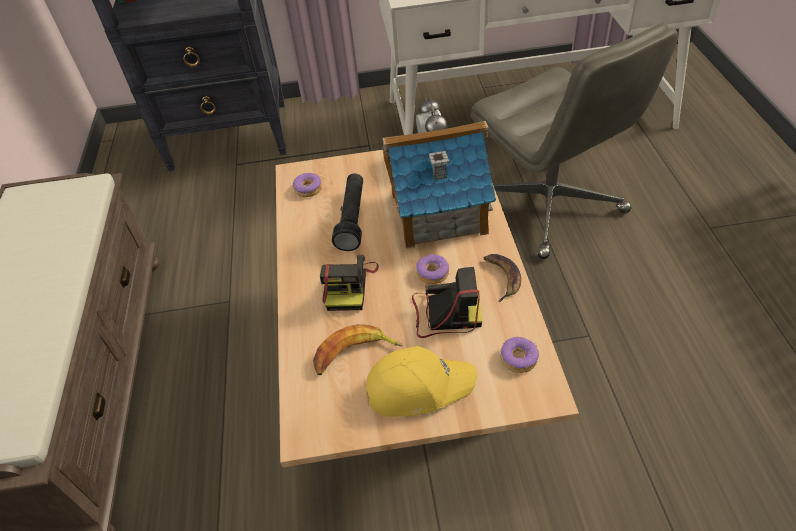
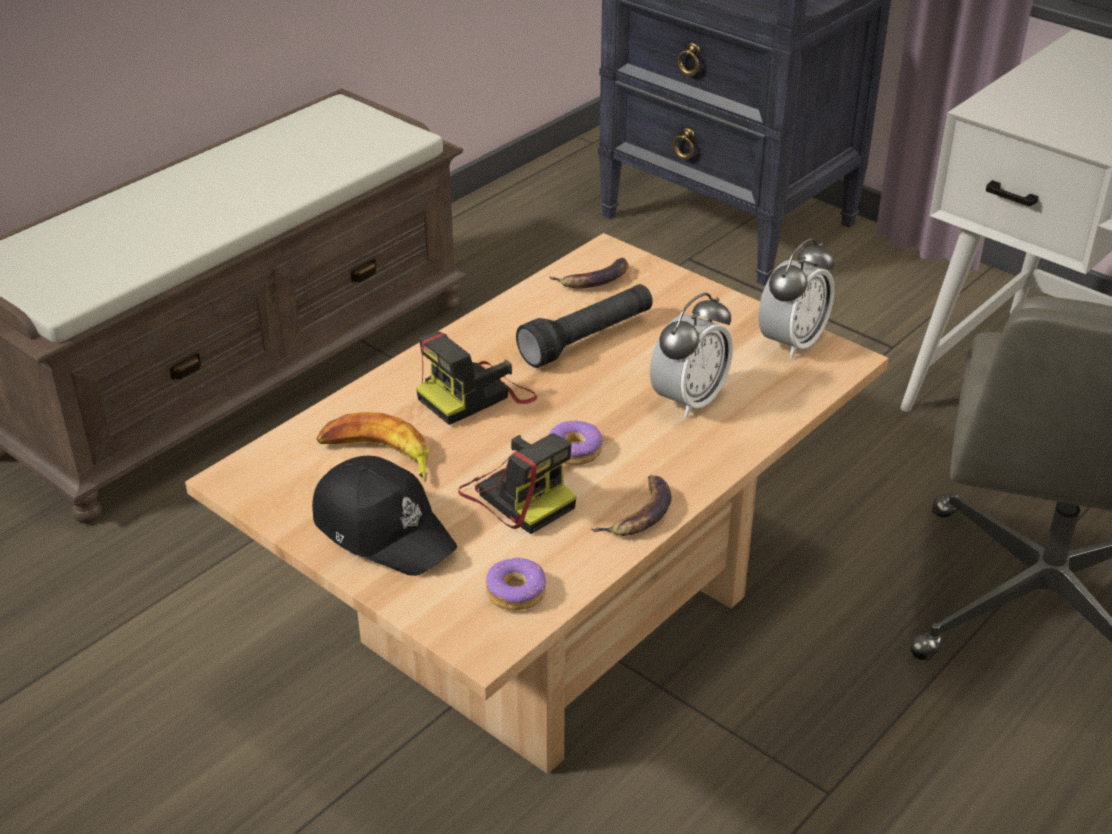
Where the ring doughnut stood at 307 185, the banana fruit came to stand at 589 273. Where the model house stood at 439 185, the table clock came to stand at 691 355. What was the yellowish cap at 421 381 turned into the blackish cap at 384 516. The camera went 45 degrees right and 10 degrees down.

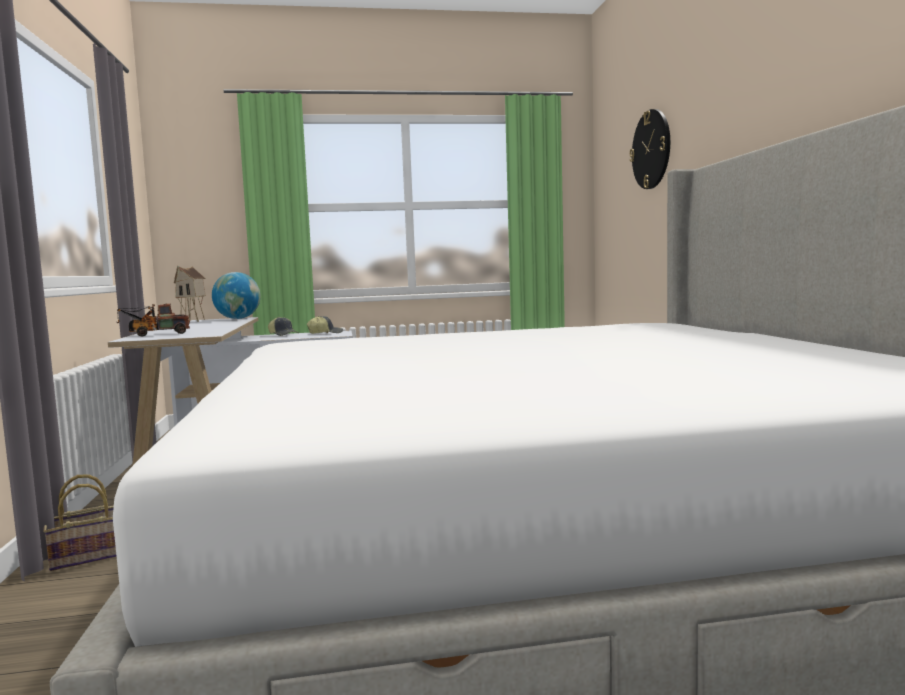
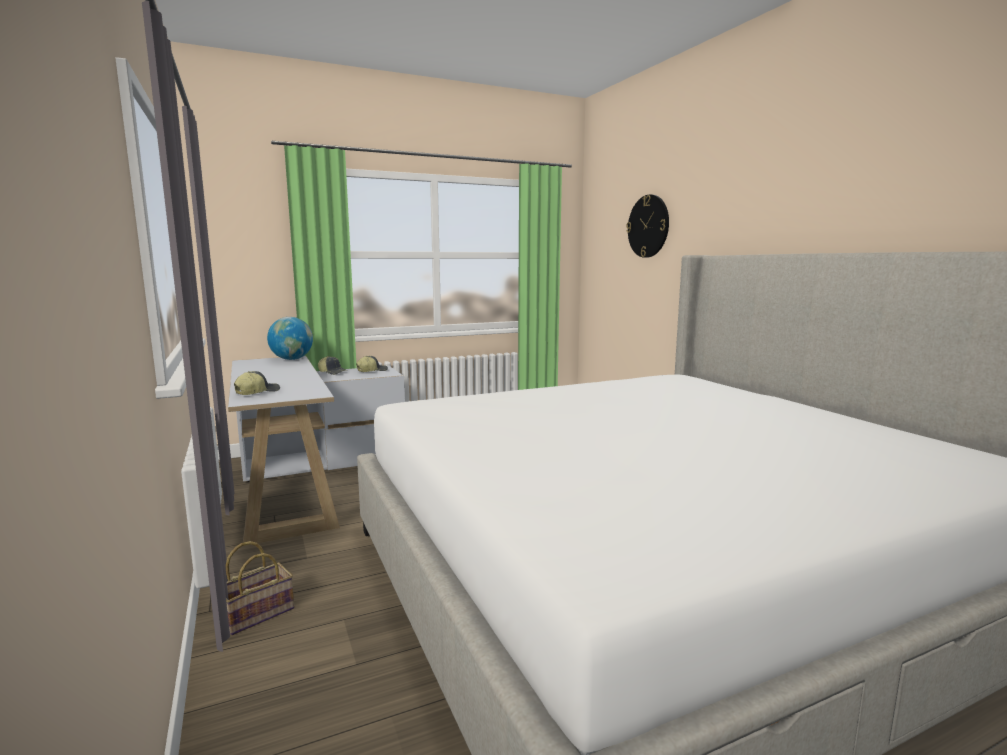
The second view lost the model house at 190 294. Where the model truck stood at 153 320, the cap came to stand at 257 383. The camera went 15 degrees left and 5 degrees up.

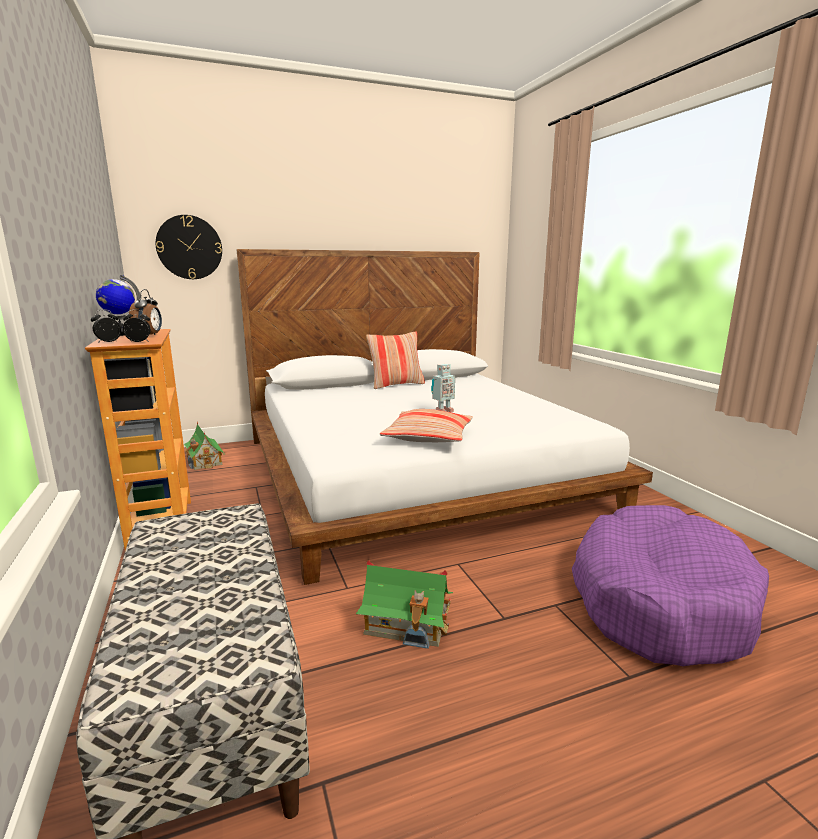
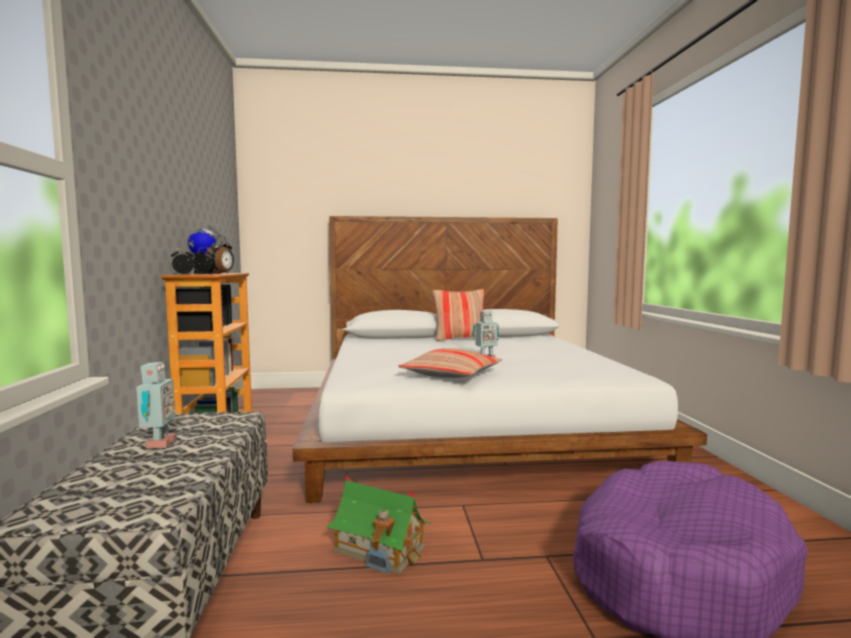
The second view lost the wall clock at 189 247. The second view lost the model house at 204 446. The second view gained the model robot at 156 405. The camera went 15 degrees right and 10 degrees down.

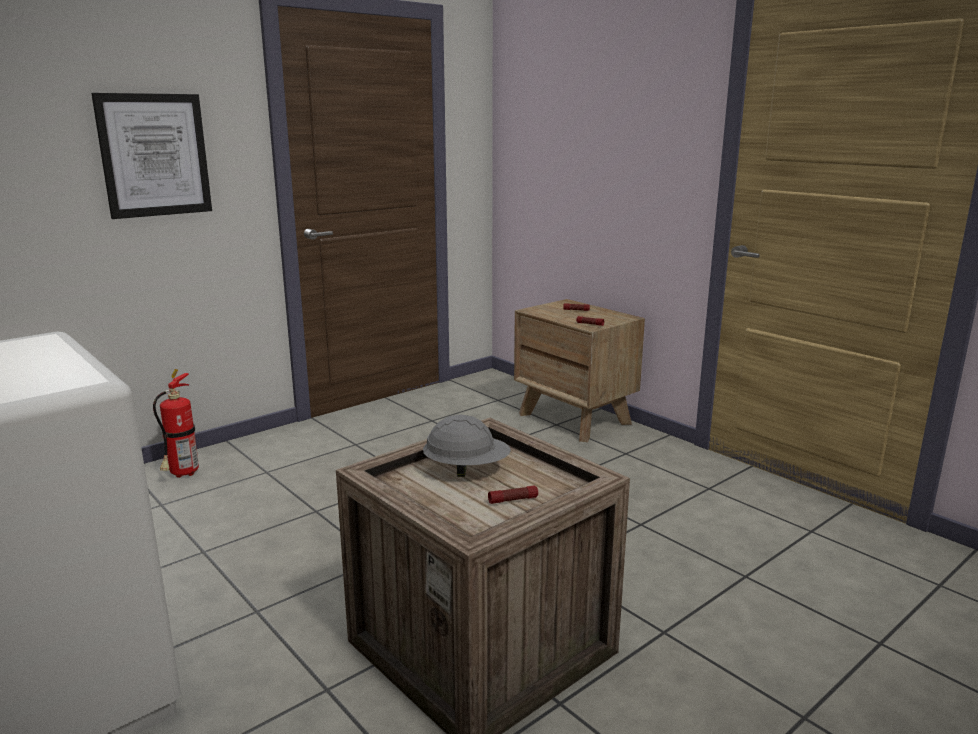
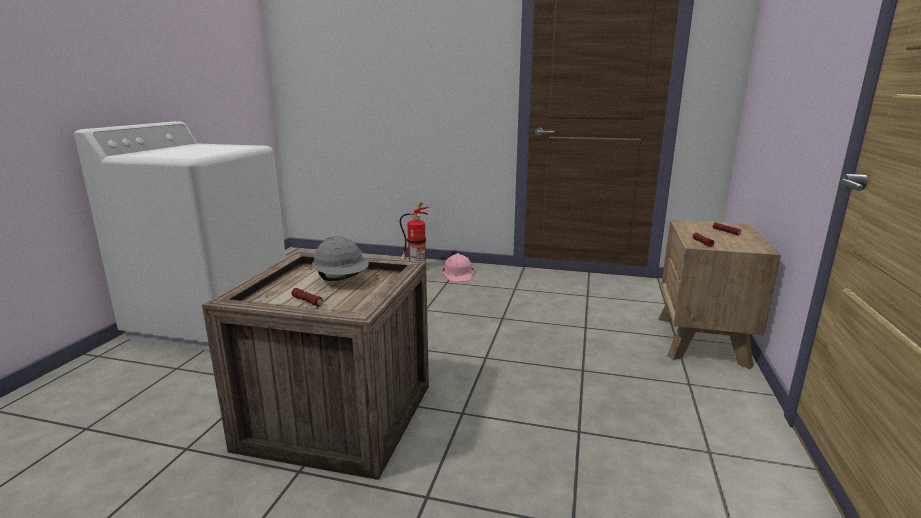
The second view lost the picture at 151 156. The second view gained the pinkish safety helmet at 458 267. The camera went 55 degrees right and 0 degrees up.

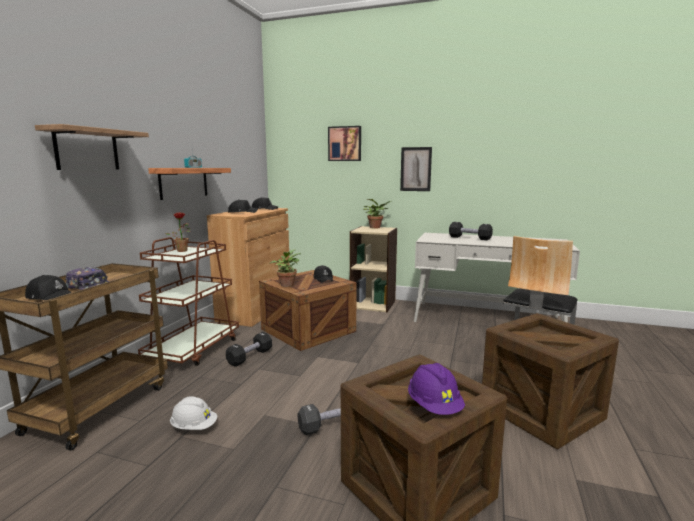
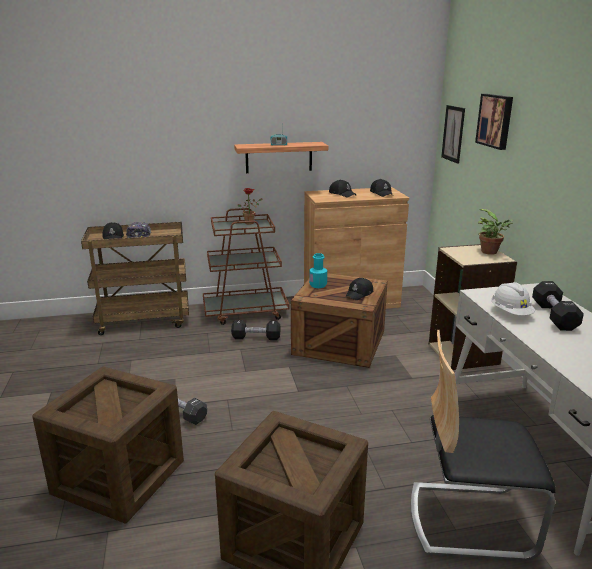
The second view lost the shelf at 92 147. The second view lost the purple-coloured safety helmet at 436 389. The whitish safety helmet ended up elsewhere, having gone from 193 413 to 513 299. The picture ended up elsewhere, having gone from 416 169 to 453 134. Where the houseplant stood at 285 268, the blue-green drink bottle came to stand at 318 270. The camera went 60 degrees right and 10 degrees up.

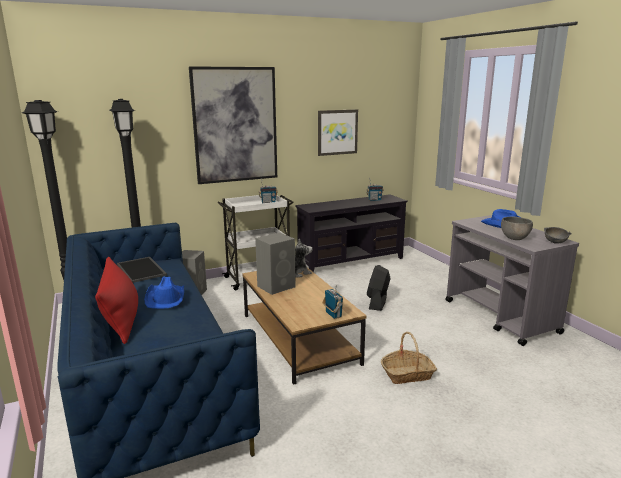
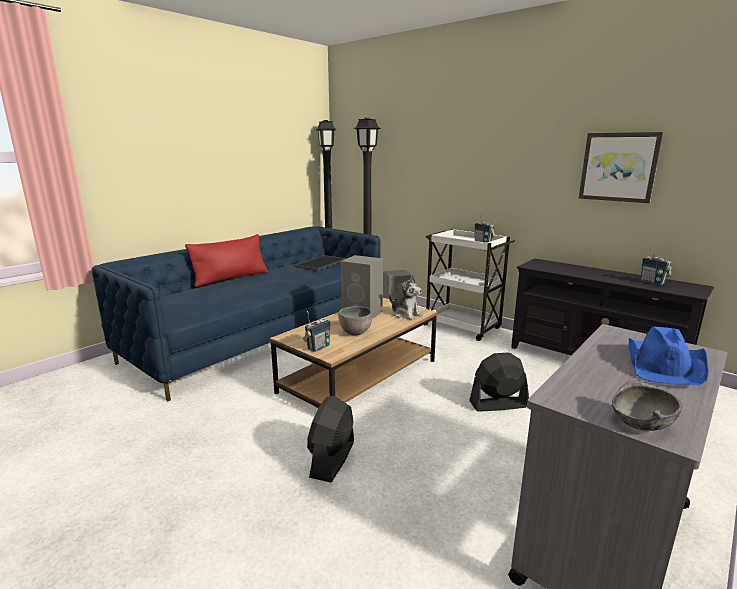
The second view lost the blue-coloured hat at 164 293. The second view lost the picture at 233 125. The grey deep dish ended up elsewhere, having gone from 517 228 to 355 321. Where the basket stood at 409 358, the blackish cooling fan came to stand at 330 439. The camera went 65 degrees right and 0 degrees up.

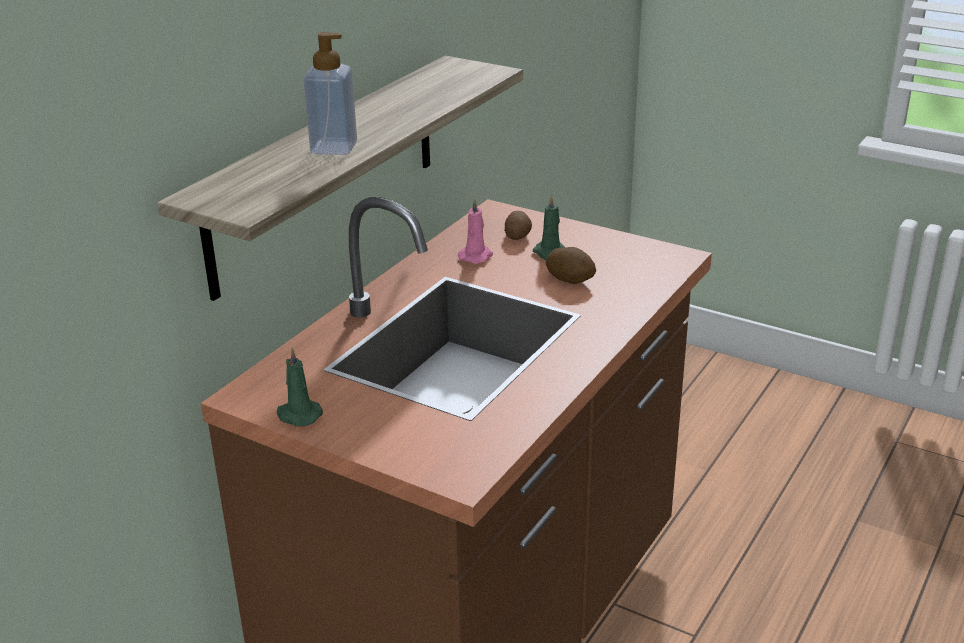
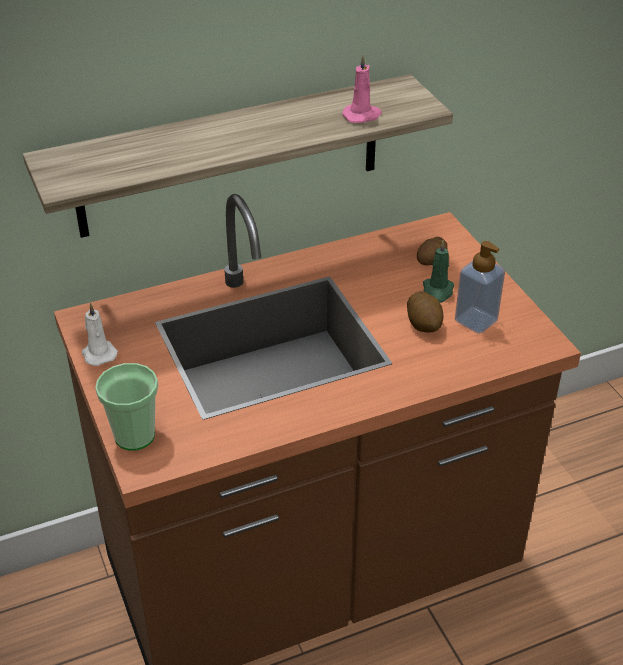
The second view gained the small cup at 126 407. The liquid soap bottle ended up elsewhere, having gone from 330 93 to 480 287. The pinkish wax candle ended up elsewhere, having gone from 475 231 to 362 88. What was the green-coloured wax candle at 300 387 turned into the whitish wax candle at 100 334. The camera went 35 degrees right and 10 degrees up.

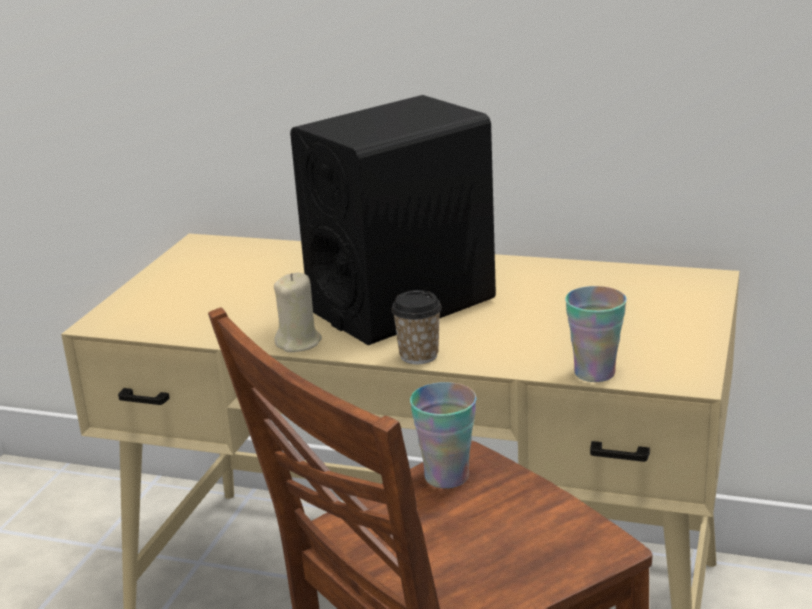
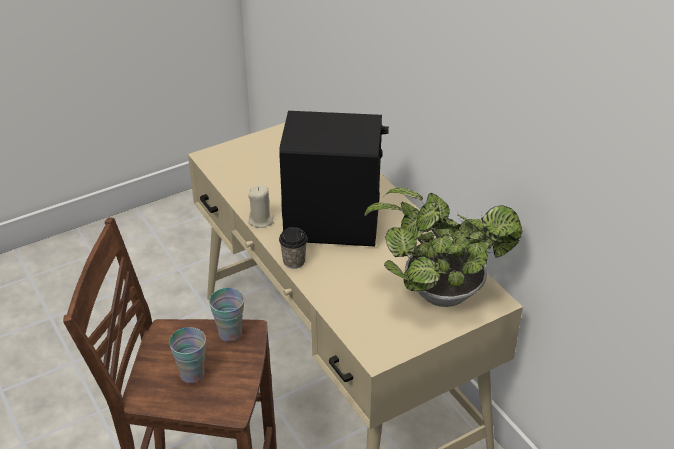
The second view gained the houseplant at 443 247. The small cup ended up elsewhere, having gone from 596 334 to 187 355. The camera went 40 degrees right and 15 degrees up.

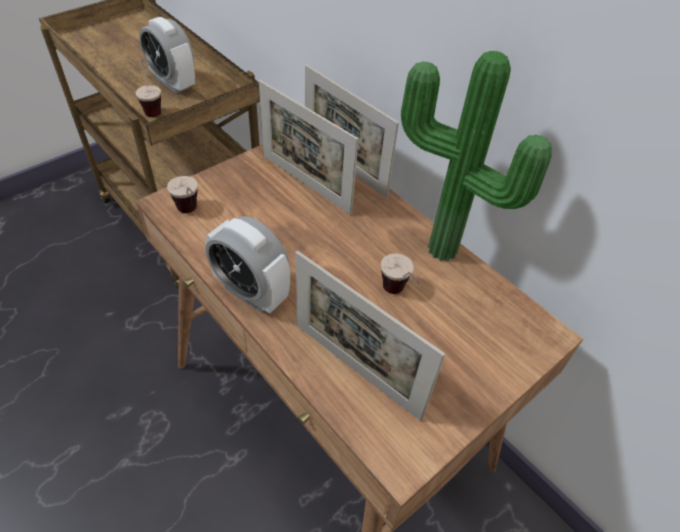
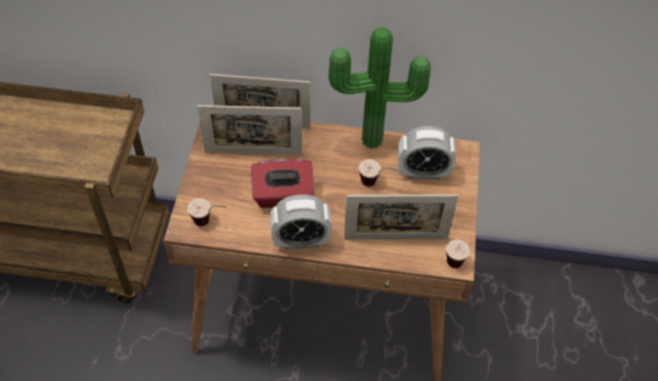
The second view gained the red-coloured box of tissues at 282 183. The small cup ended up elsewhere, having gone from 148 88 to 451 247. The table clock ended up elsewhere, having gone from 167 55 to 427 153. The camera went 40 degrees left and 5 degrees up.

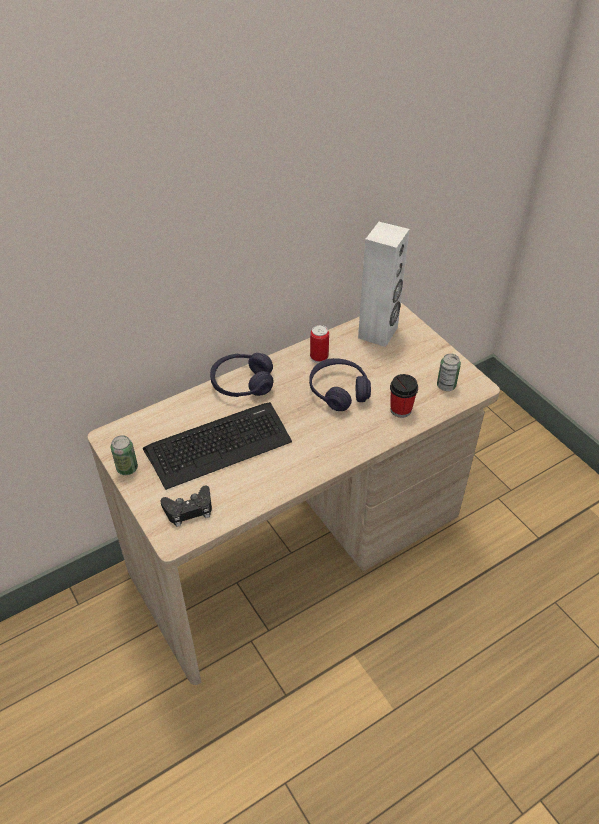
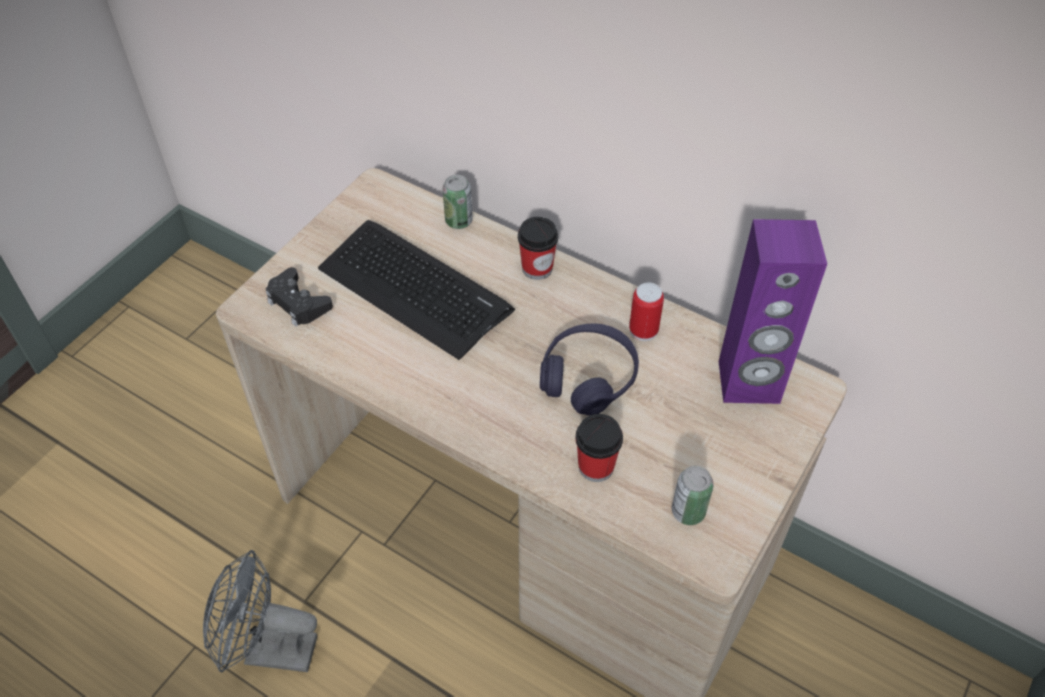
The second view gained the grey cooling fan at 260 611. The metal can ended up elsewhere, having gone from 124 455 to 458 202. Where the purple-coloured headphones stood at 242 375, the small cup came to stand at 538 248. What was the whitish loudspeaker at 384 284 turned into the purple-coloured loudspeaker at 773 311. The camera went 65 degrees right and 5 degrees up.

